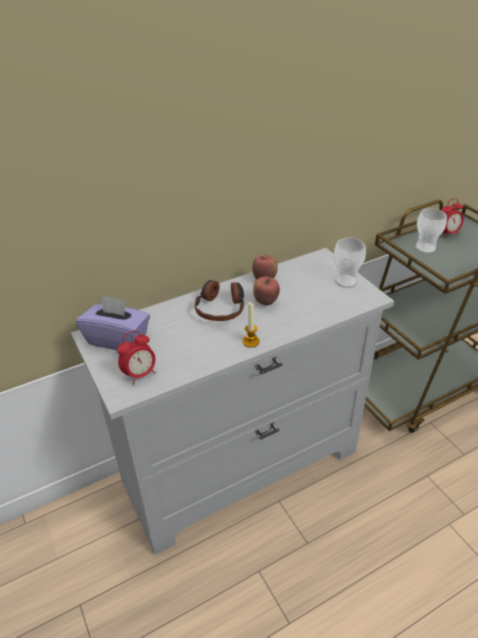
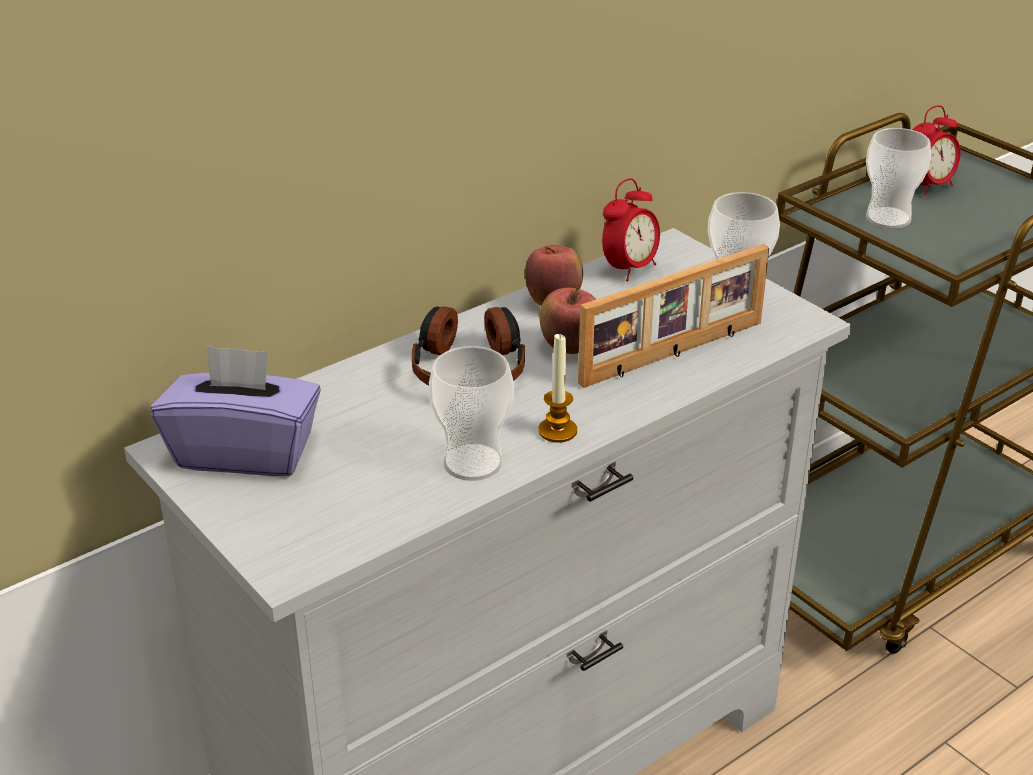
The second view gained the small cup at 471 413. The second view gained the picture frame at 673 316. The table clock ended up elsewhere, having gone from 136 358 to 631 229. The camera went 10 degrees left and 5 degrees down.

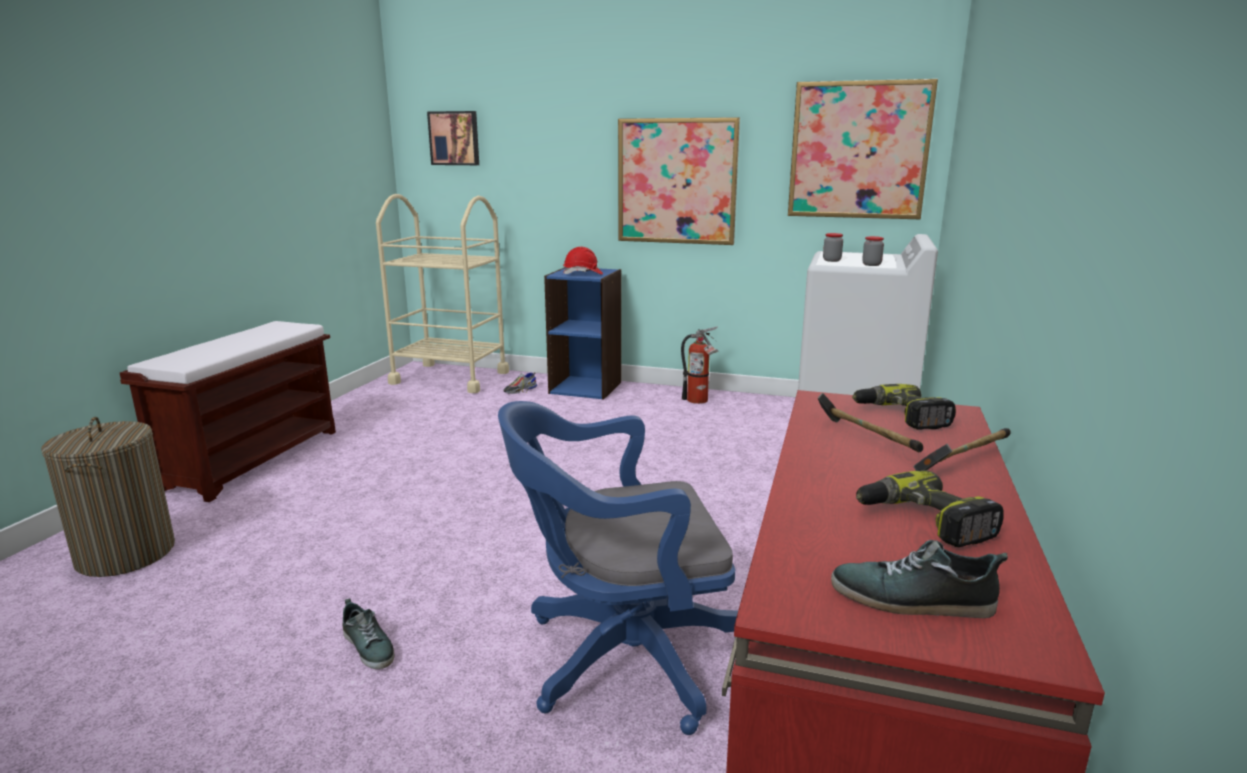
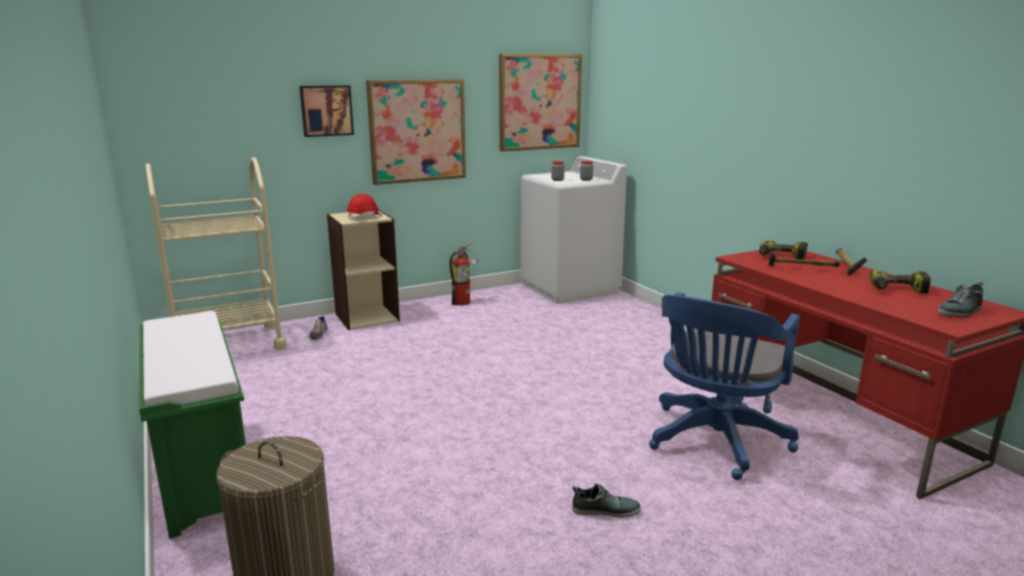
The picture ended up elsewhere, having gone from 453 138 to 326 111. What was the brown long seat at 228 411 turned into the green-coloured long seat at 192 425. What was the blue-coloured bookcase at 582 333 turned into the beige-coloured bookcase at 363 269. The camera went 45 degrees left and 0 degrees up.

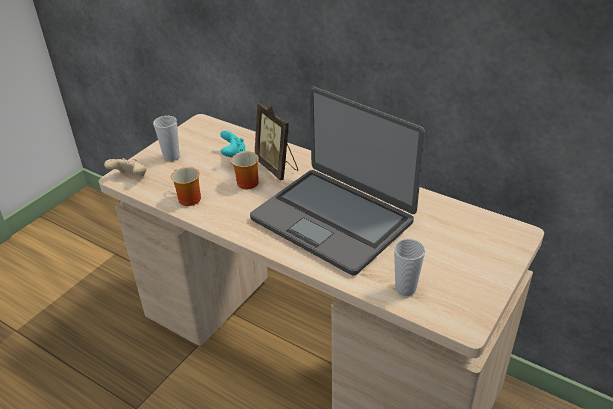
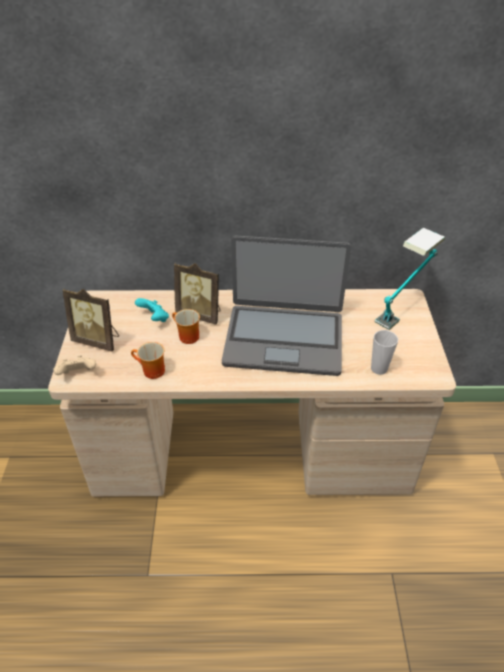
The second view gained the lamp for a table at 410 279. Where the small cup stood at 166 138, the picture frame came to stand at 91 319. The camera went 35 degrees left and 5 degrees up.

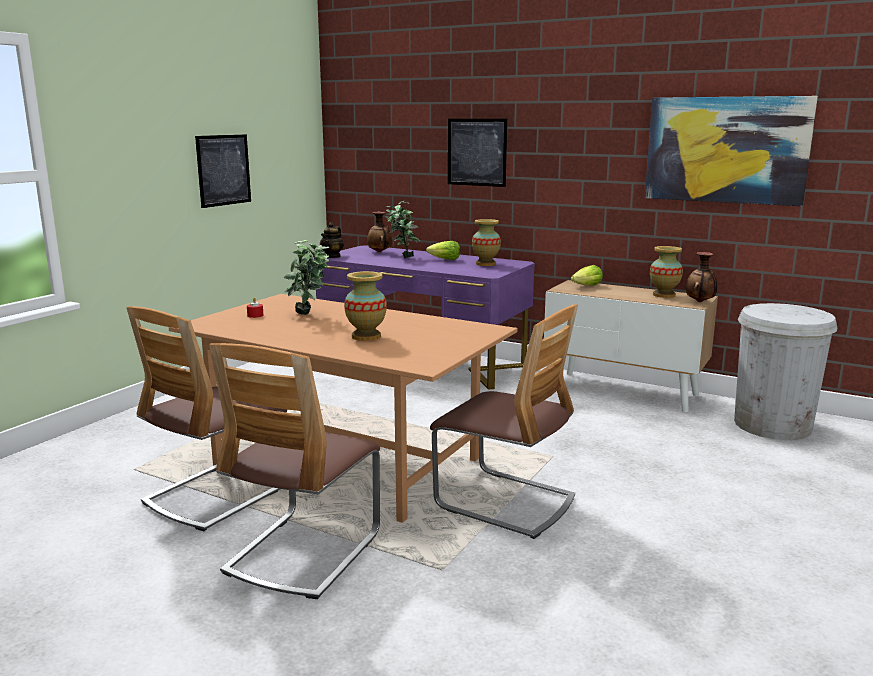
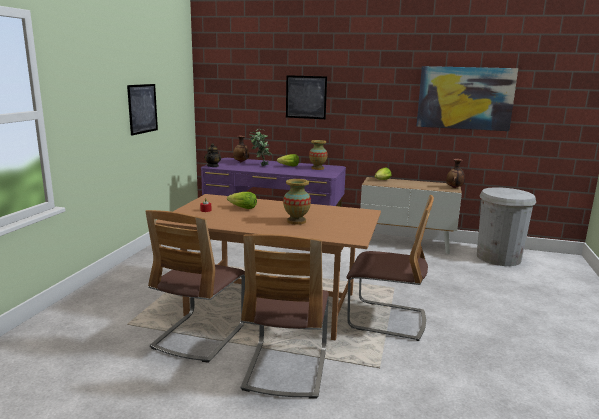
The second view lost the decorative vase at 666 272. Where the houseplant stood at 306 277, the lettuce came to stand at 242 200. The camera went 15 degrees left and 0 degrees up.

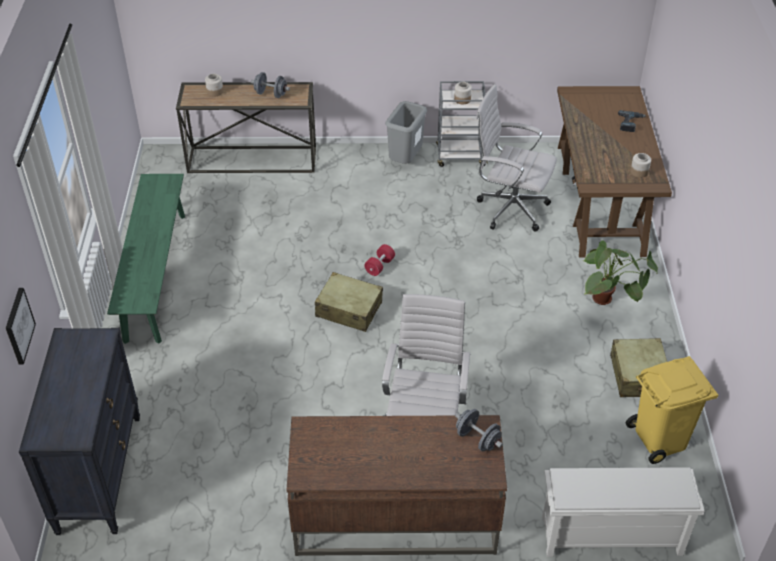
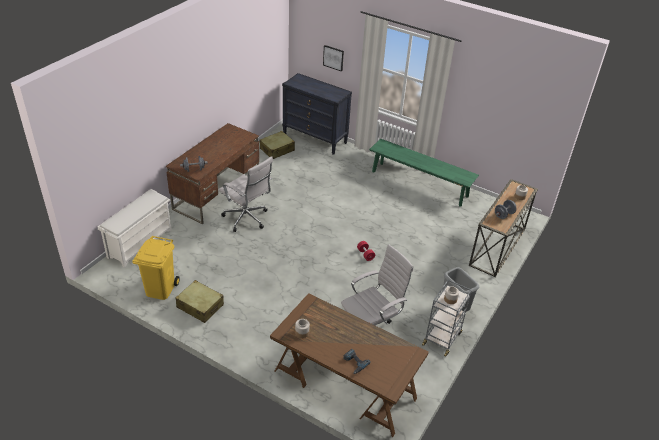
The second view lost the houseplant at 620 272. The beige-coloured travel case ended up elsewhere, having gone from 349 302 to 277 145. The camera went 120 degrees right and 5 degrees down.

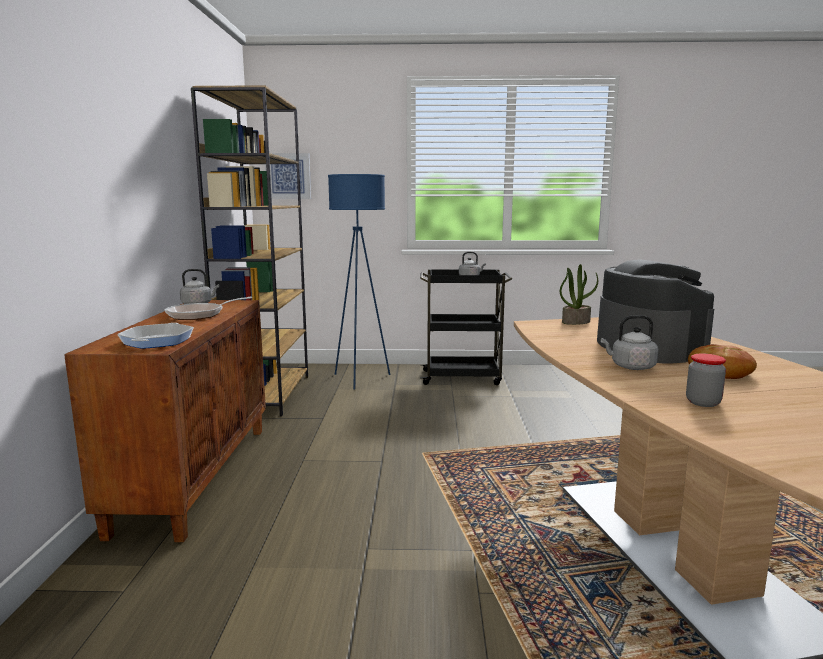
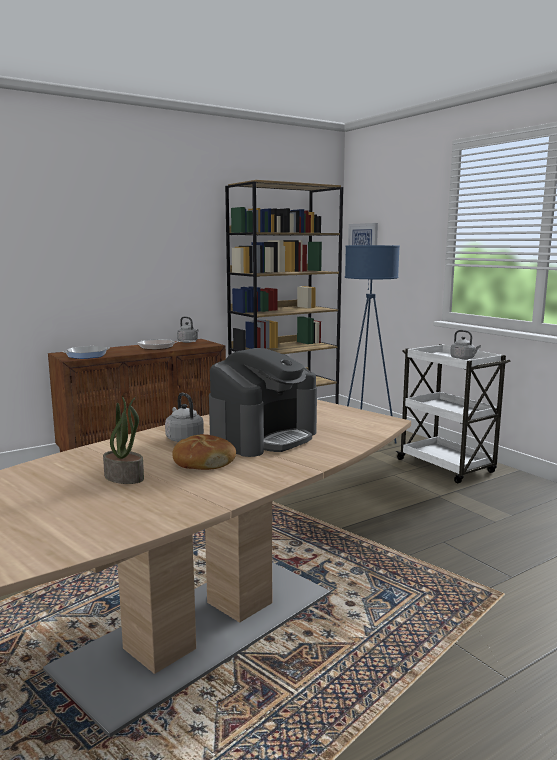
The second view lost the storage jar at 706 380. The houseplant ended up elsewhere, having gone from 579 294 to 123 440. What was the blackish wheeled cart at 466 327 turned into the whitish wheeled cart at 453 413. The camera went 55 degrees right and 0 degrees up.

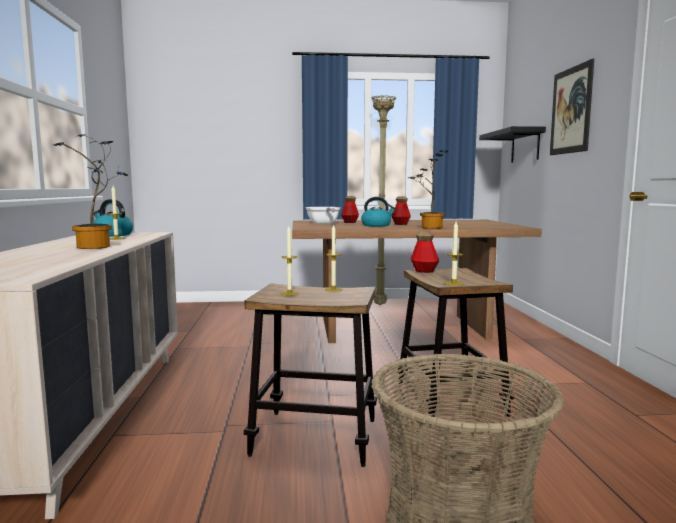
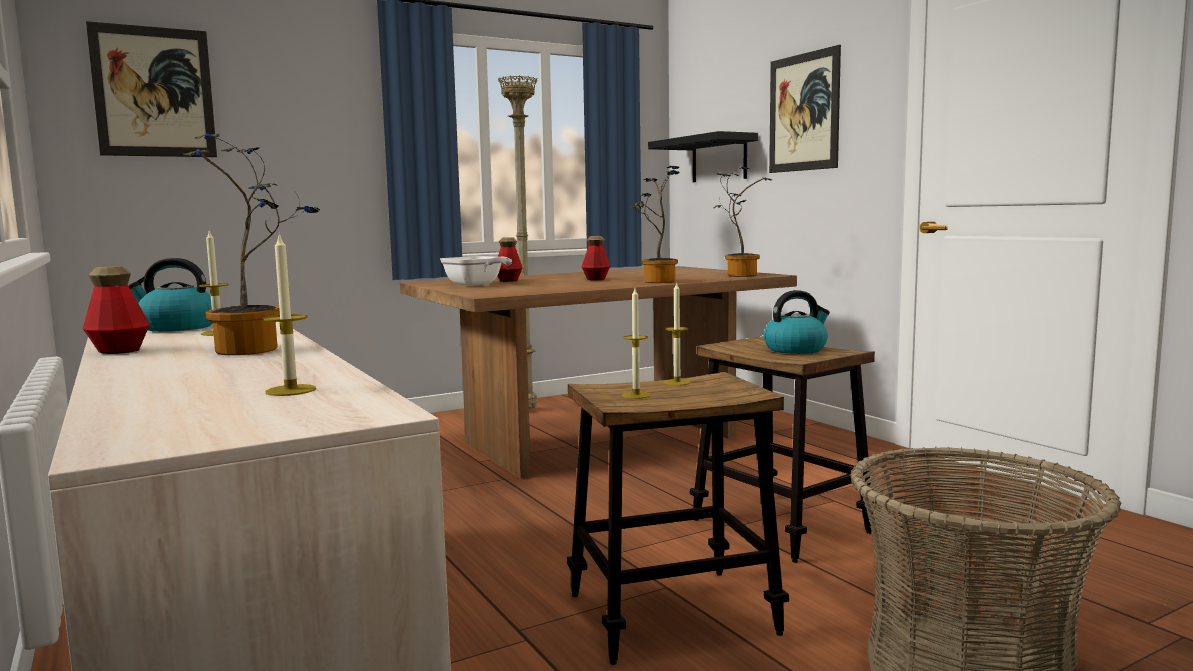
The second view gained the picture at 151 89. The second view gained the houseplant at 743 222. The water kettle ended up elsewhere, having gone from 378 212 to 796 322. The drink bottle ended up elsewhere, having gone from 424 252 to 116 310. The wax candle ended up elsewhere, having gone from 454 254 to 290 314. The camera went 25 degrees left and 0 degrees up.

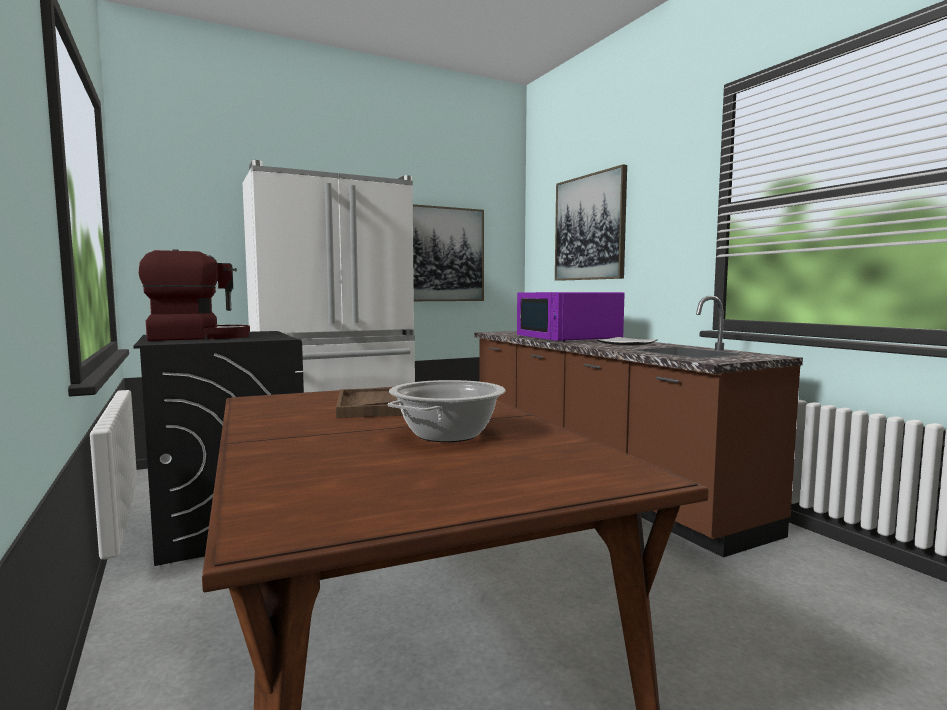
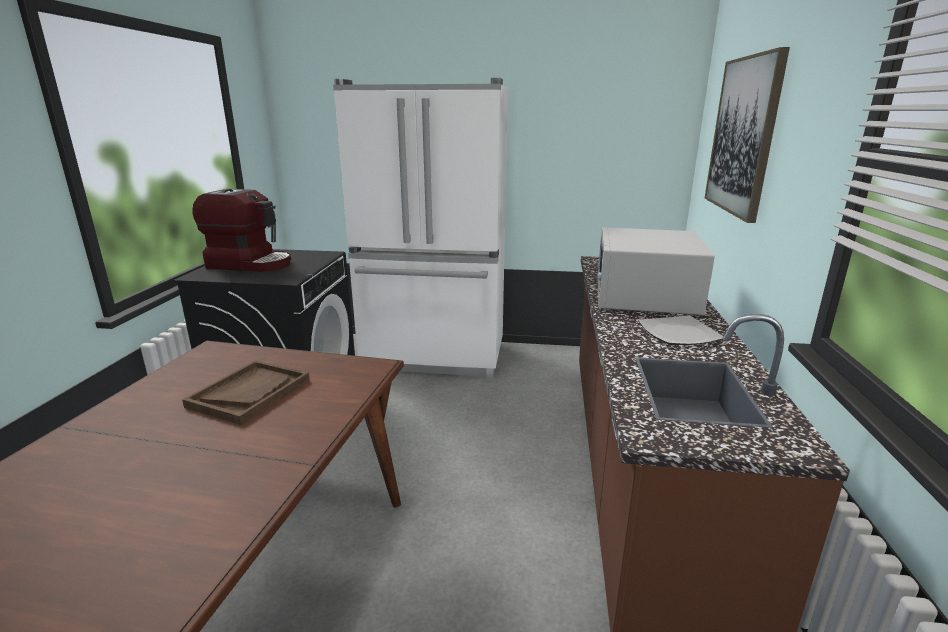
The second view lost the stockpot at 447 411. The second view lost the picture at 448 252. What was the purple-coloured microwave at 571 317 turned into the whitish microwave at 656 271. The camera went 35 degrees right and 15 degrees up.

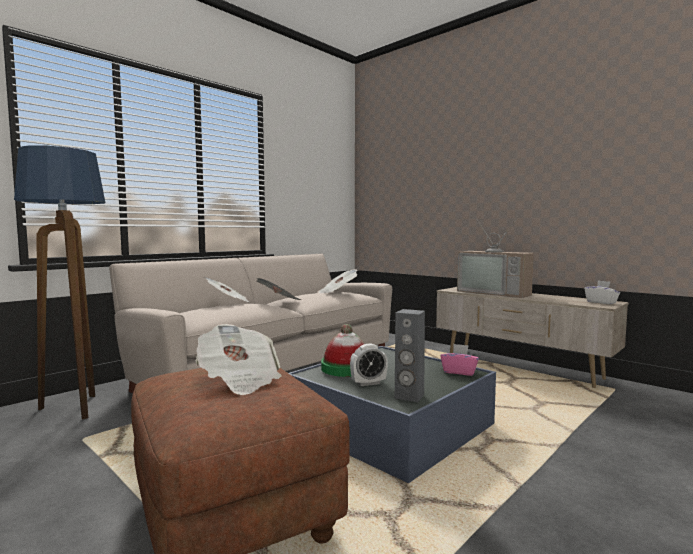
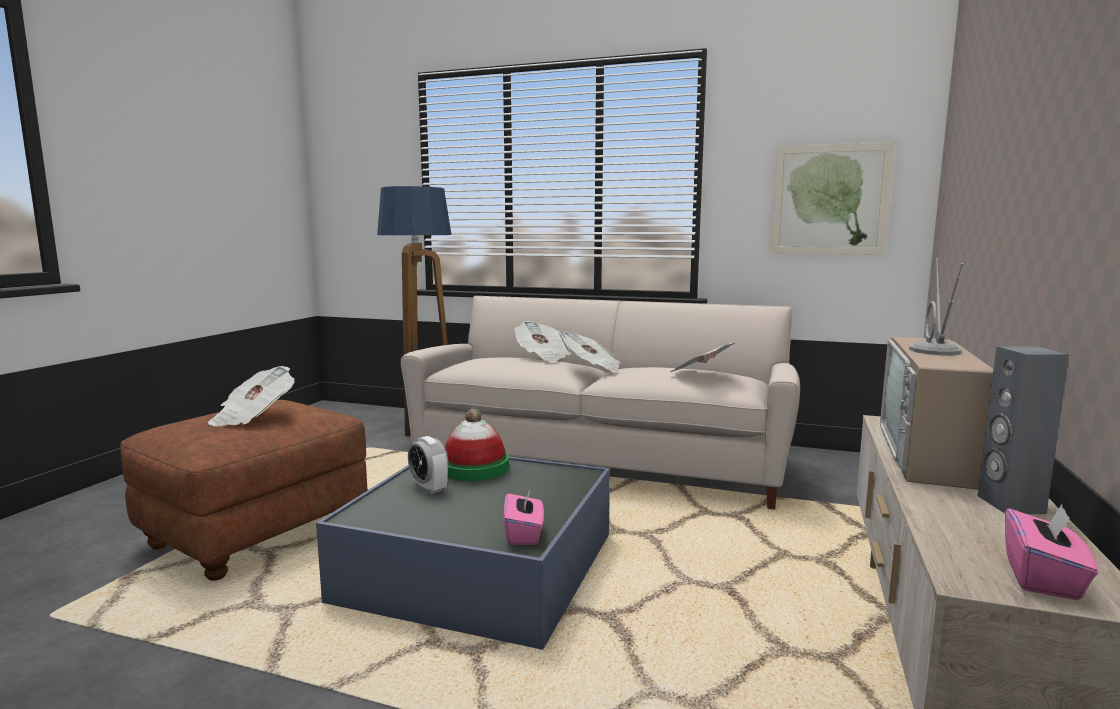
The second view gained the picture at 833 198. The grey loudspeaker ended up elsewhere, having gone from 410 355 to 1023 430. What was the whitish box of tissues at 602 292 turned into the pinkish box of tissues at 1051 552. The camera went 65 degrees right and 5 degrees up.

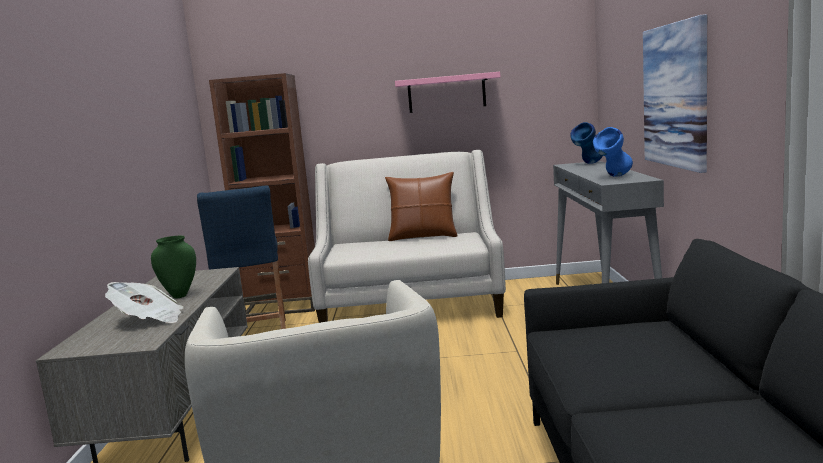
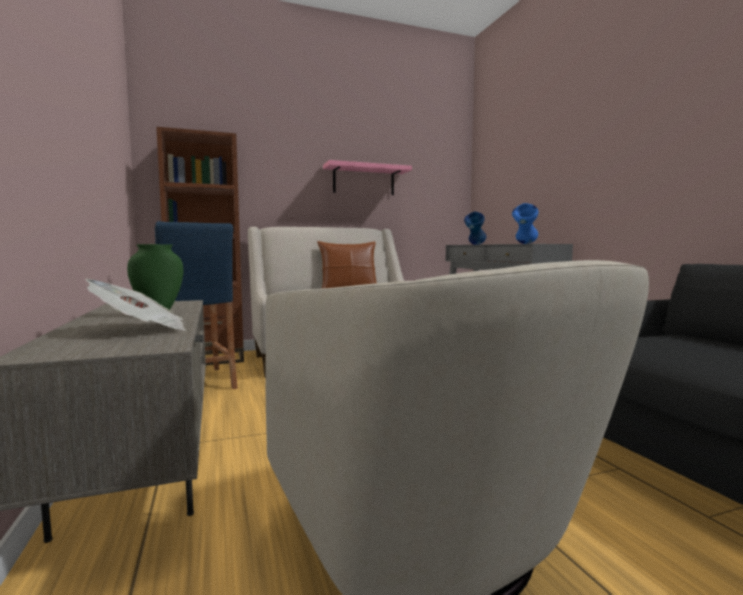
The second view lost the picture at 675 93. The camera went 20 degrees left and 5 degrees down.

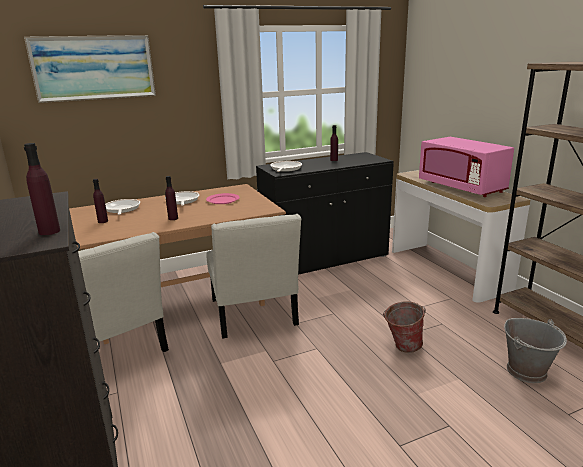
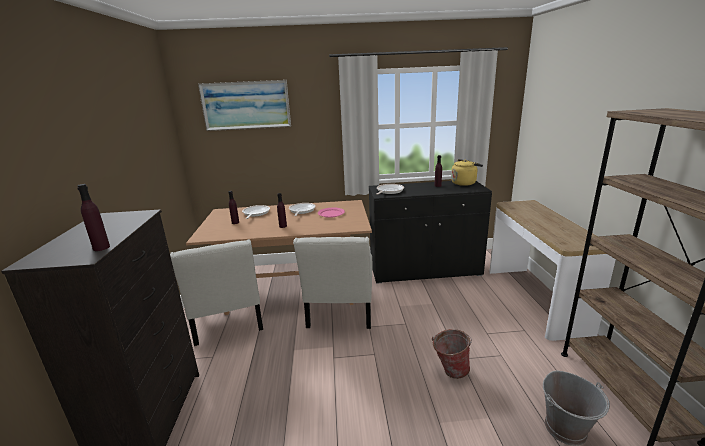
The second view lost the pinkish microwave at 466 167. The second view gained the yellowish water kettle at 467 172. The camera went 20 degrees right and 0 degrees up.

